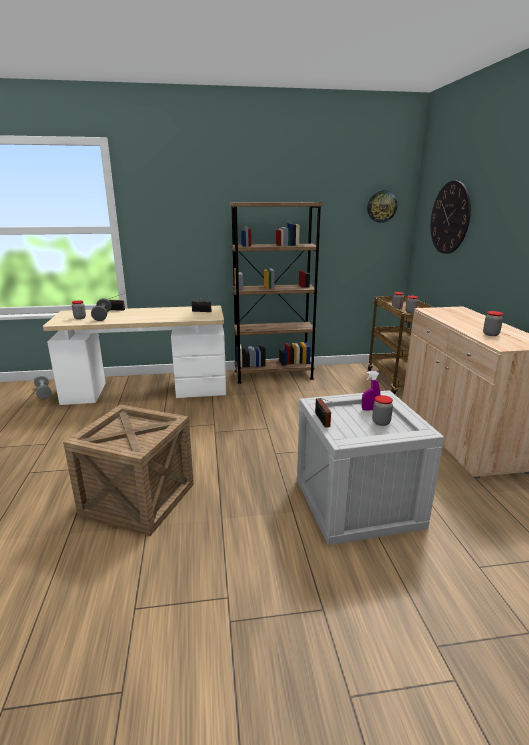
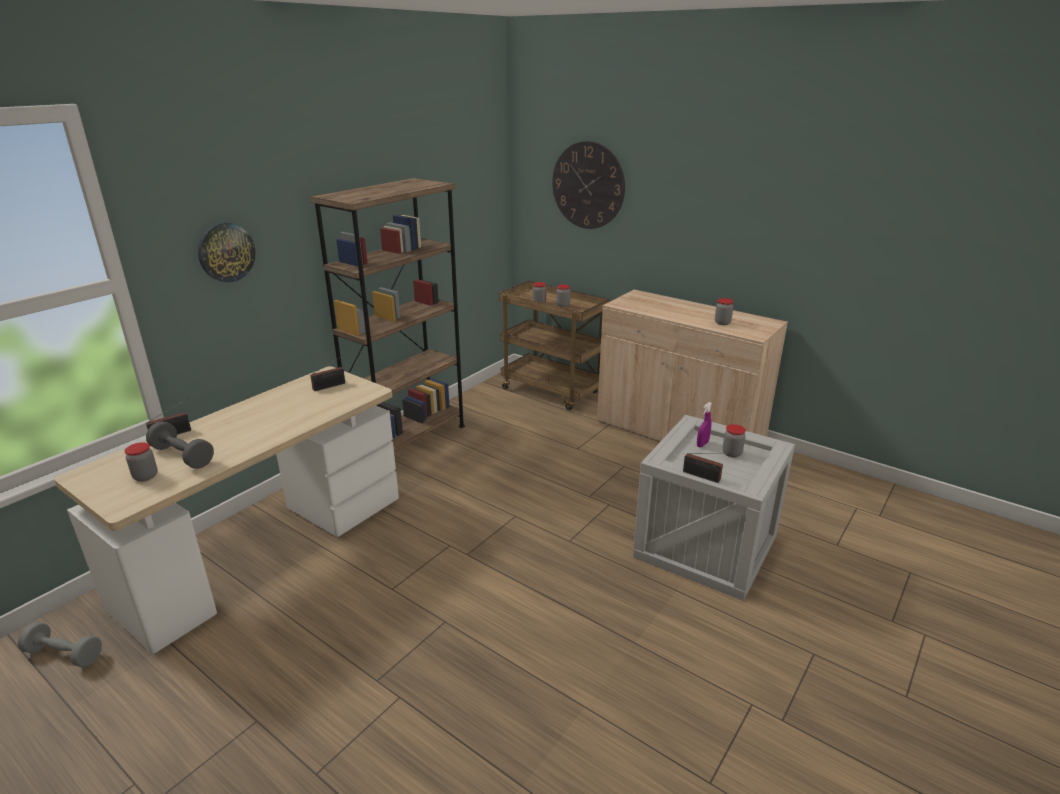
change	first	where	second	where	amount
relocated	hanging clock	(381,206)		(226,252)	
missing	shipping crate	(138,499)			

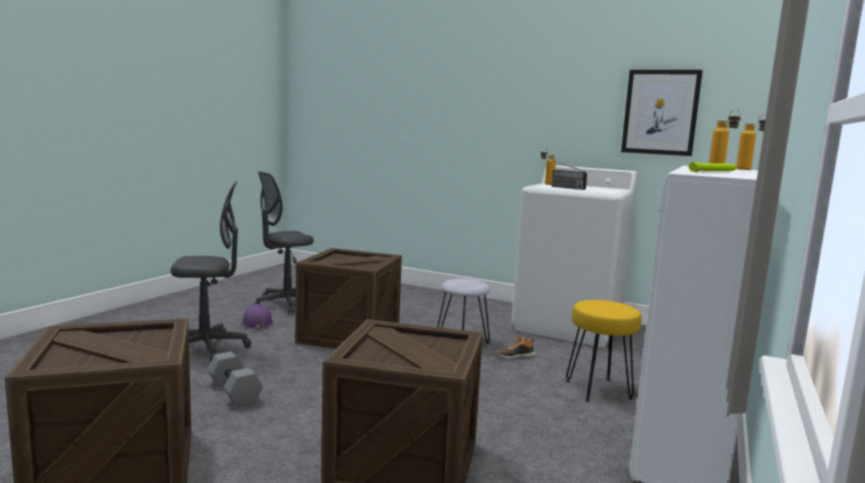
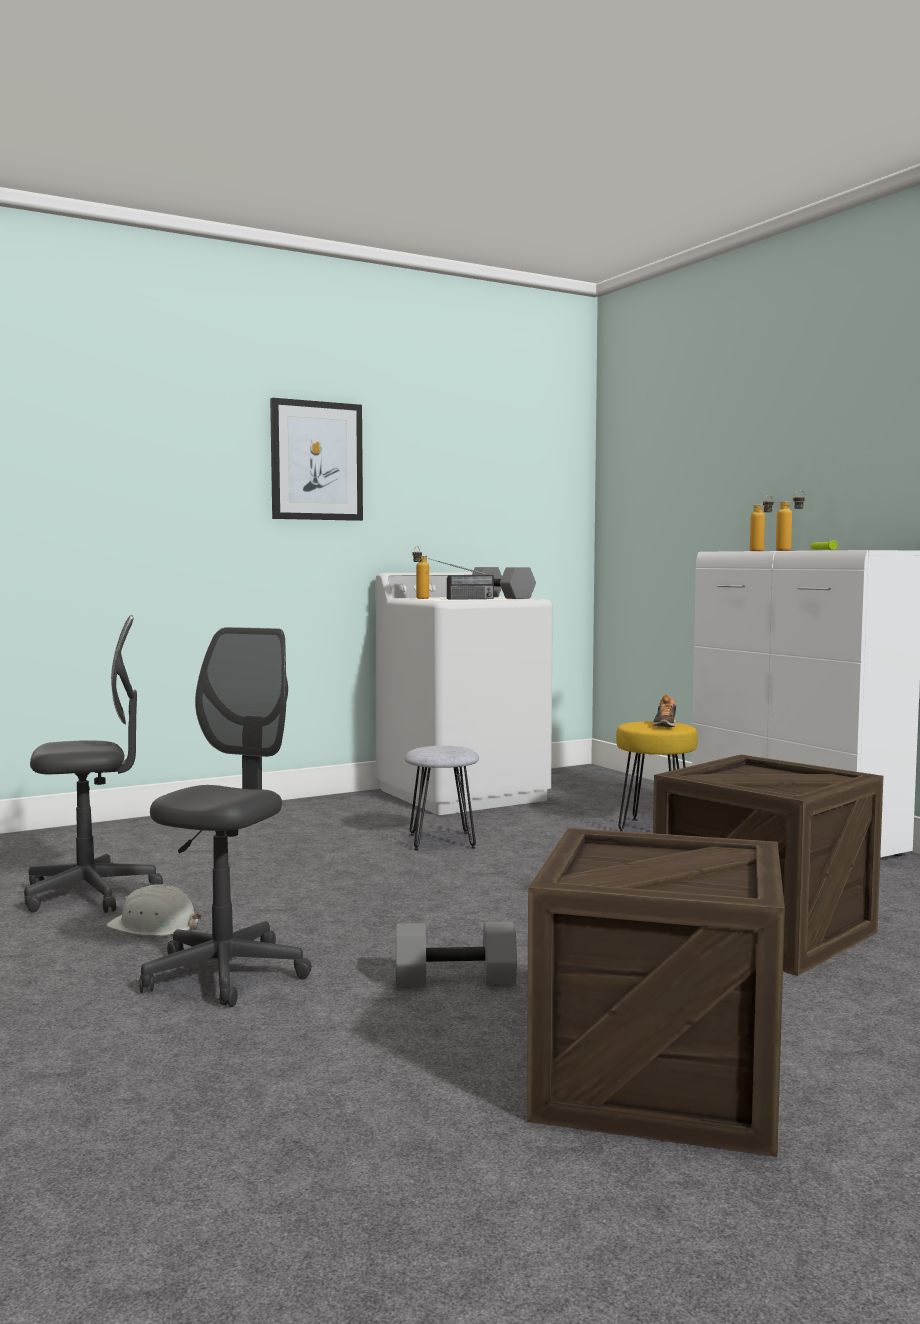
change	first	where	second	where	amount
relocated	picture	(660,112)		(316,461)	
spun	grey computer chair	(286,304)		(90,894)	105 degrees counterclockwise
missing	shipping crate	(349,335)			
colour	purple safety helmet	(257,323)	white-coloured safety helmet	(154,926)	
relocated	low shoe	(515,356)		(665,725)	
appeared			grey dumbbell	(500,597)	

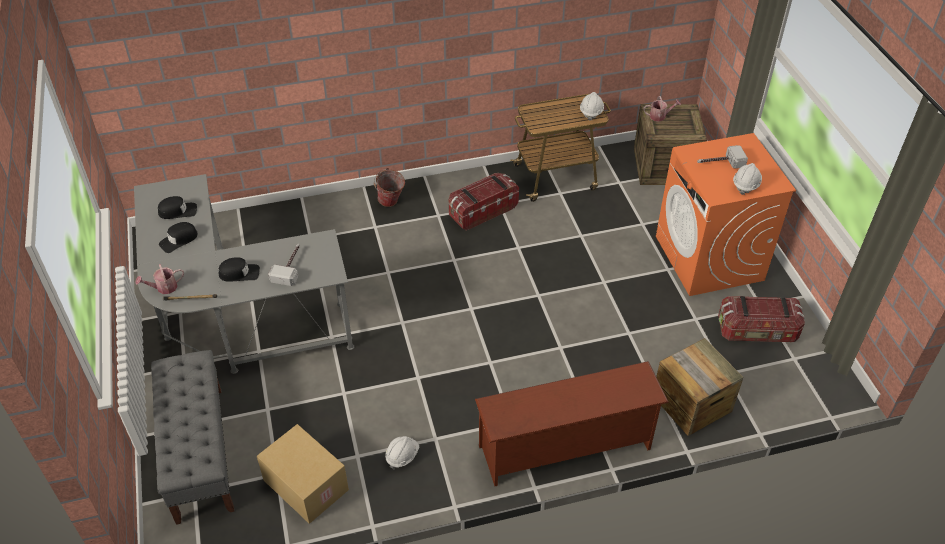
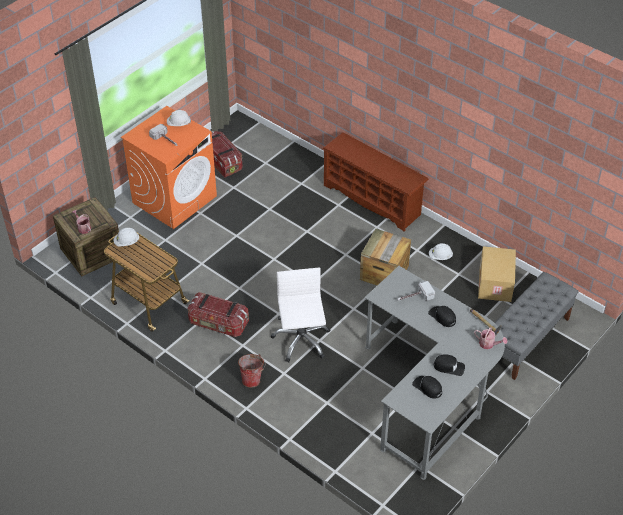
change	first	where	second	where	amount
relocated	shipping crate	(691,403)		(384,272)	
appeared			white-coloured computer chair	(301,340)	

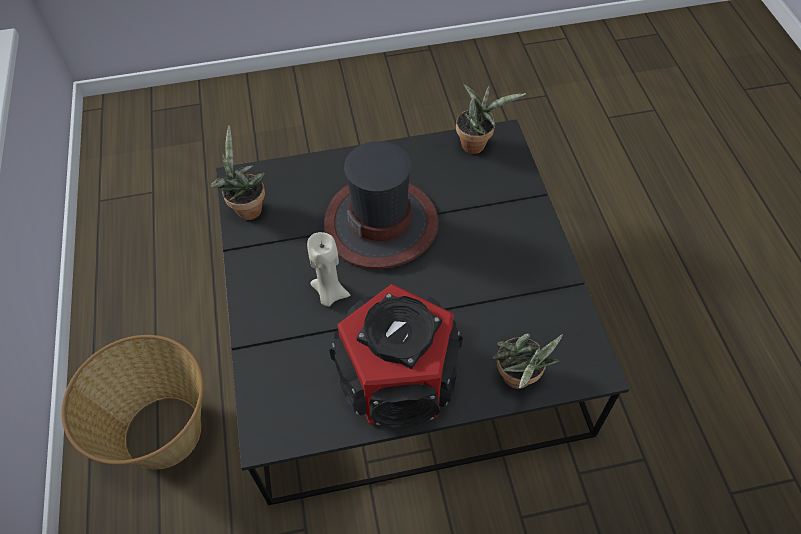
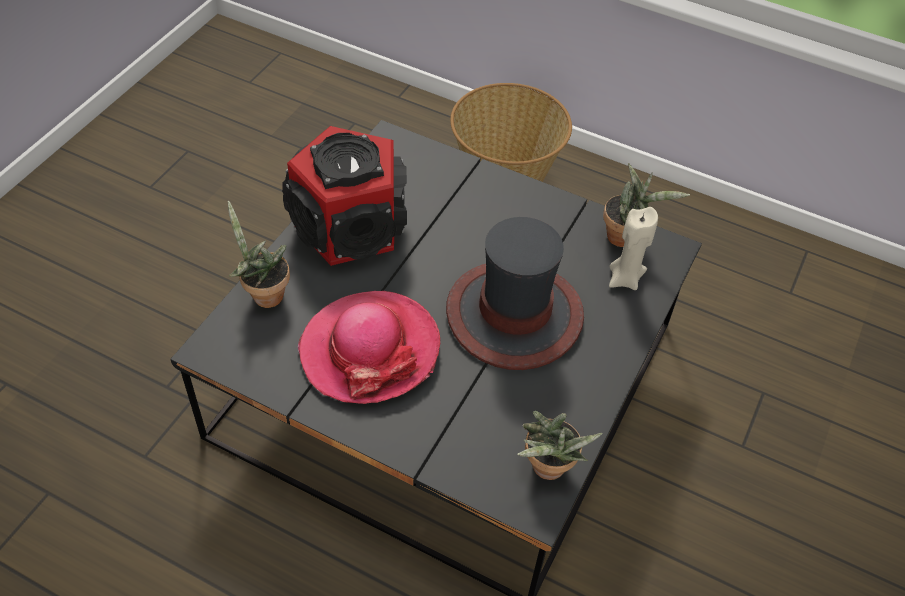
change	first	where	second	where	amount
relocated	beige-coloured candle	(329,294)		(624,279)	
appeared			wearable hat	(370,350)	

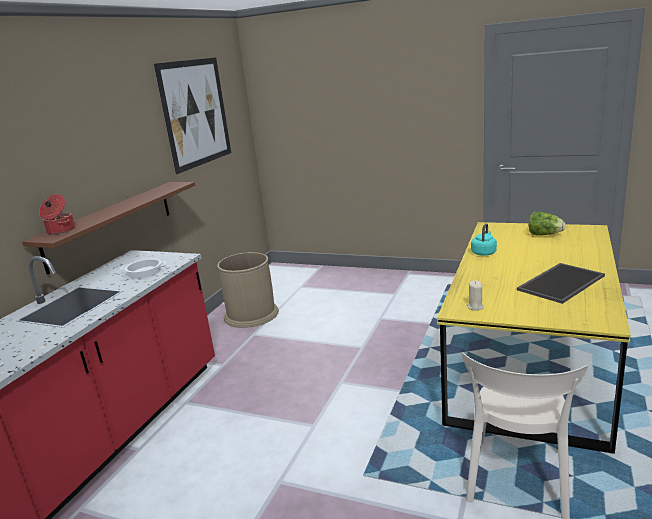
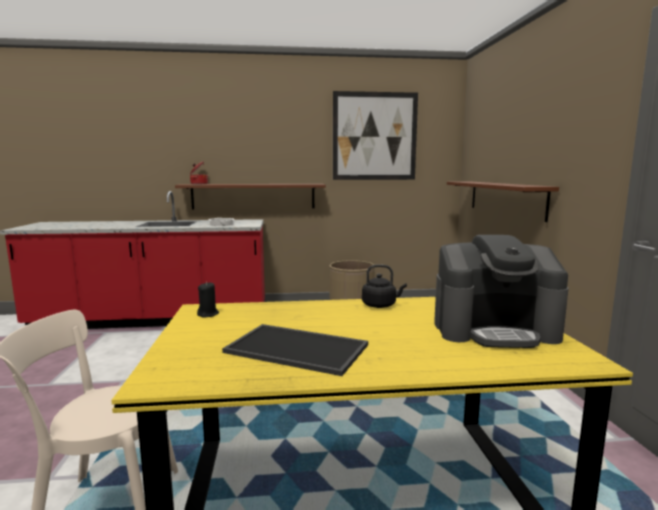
change	first	where	second	where	amount
exchanged	lettuce	(544,235)	coffee brewer	(494,329)	
colour	blue-green tea kettle	(484,252)	black tea kettle	(381,305)	
colour	beige-coloured candle	(475,307)	black candle	(208,314)	
appeared			brownish shelf	(505,198)	

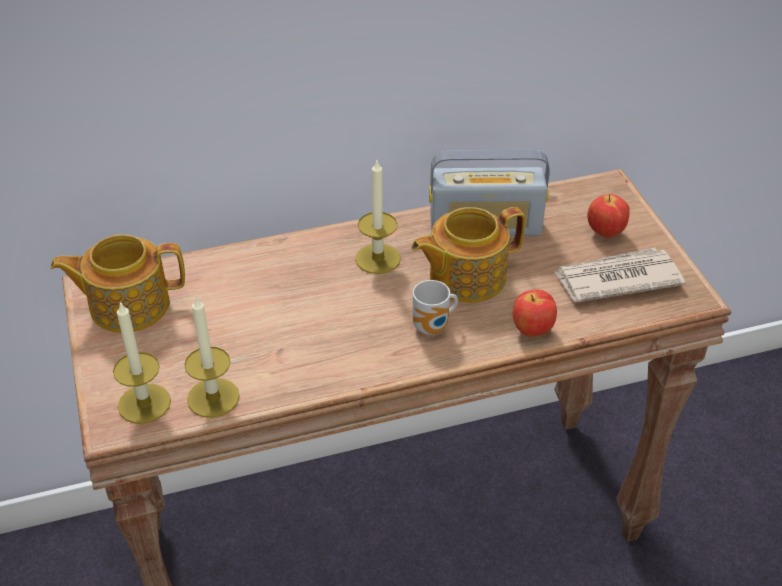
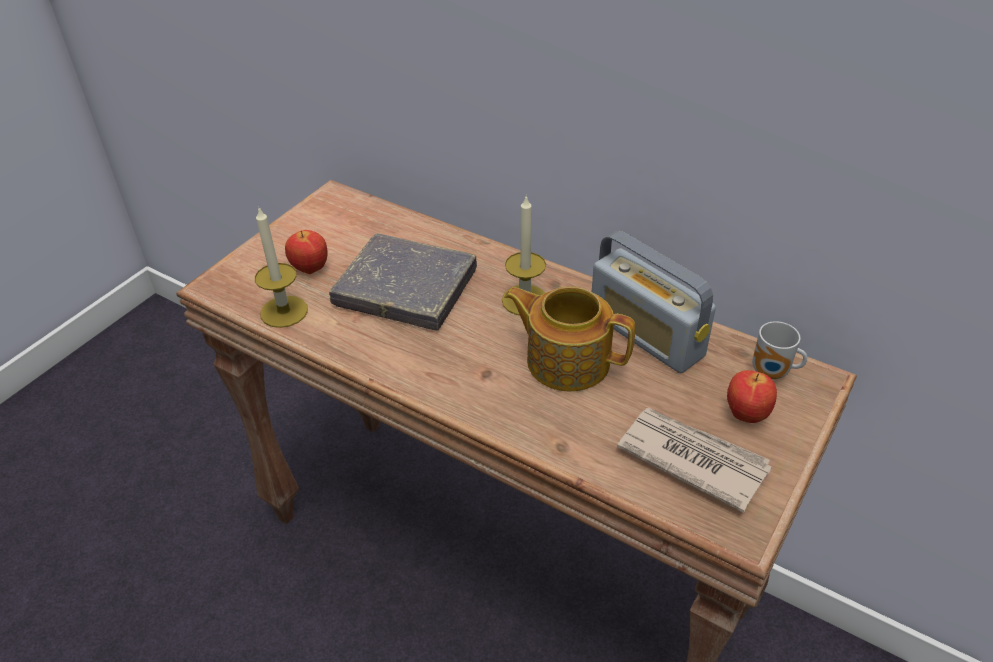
change	first	where	second	where	amount
missing	pot for tea	(127,305)			
relocated	coffee mug	(433,328)		(771,374)	
relocated	whole apple	(532,331)		(309,269)	
missing	candle	(144,403)			
appeared			grey book	(406,288)	

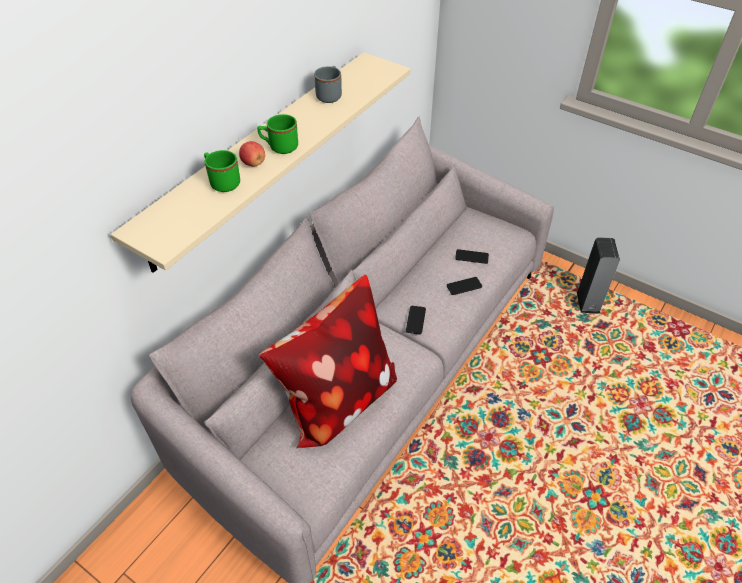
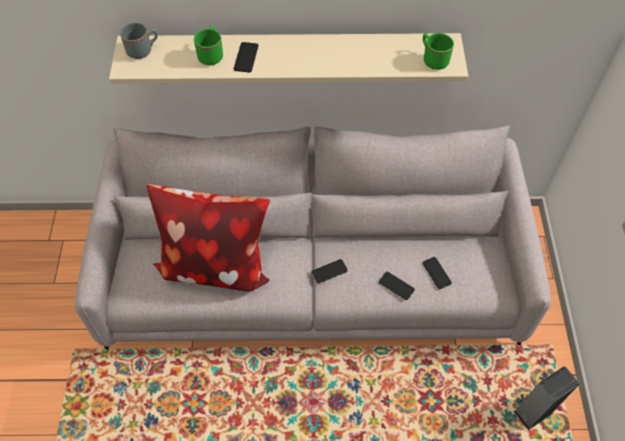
change	first	where	second	where	amount
relocated	grey coffee mug	(330,95)		(143,50)	
relocated	green coffee mug	(279,147)		(433,59)	
exchanged	whole apple	(253,163)	handset	(246,57)	

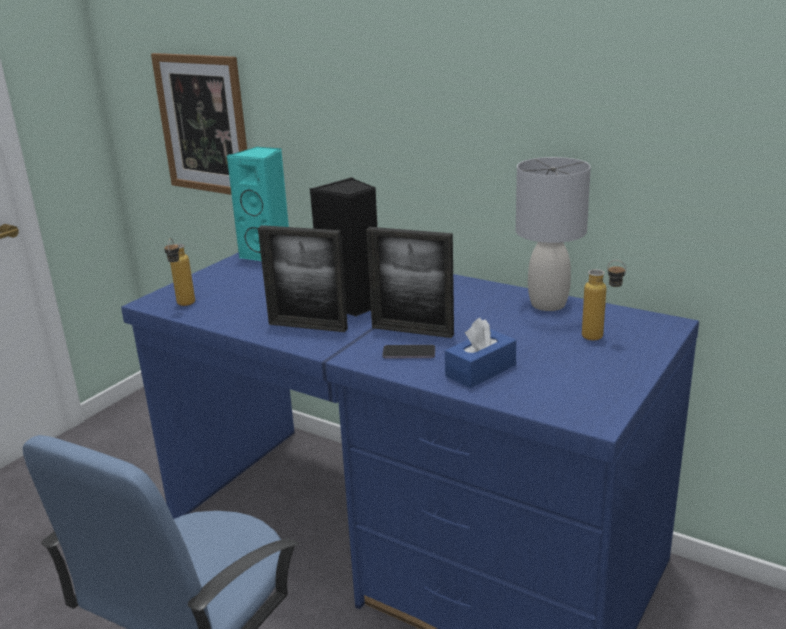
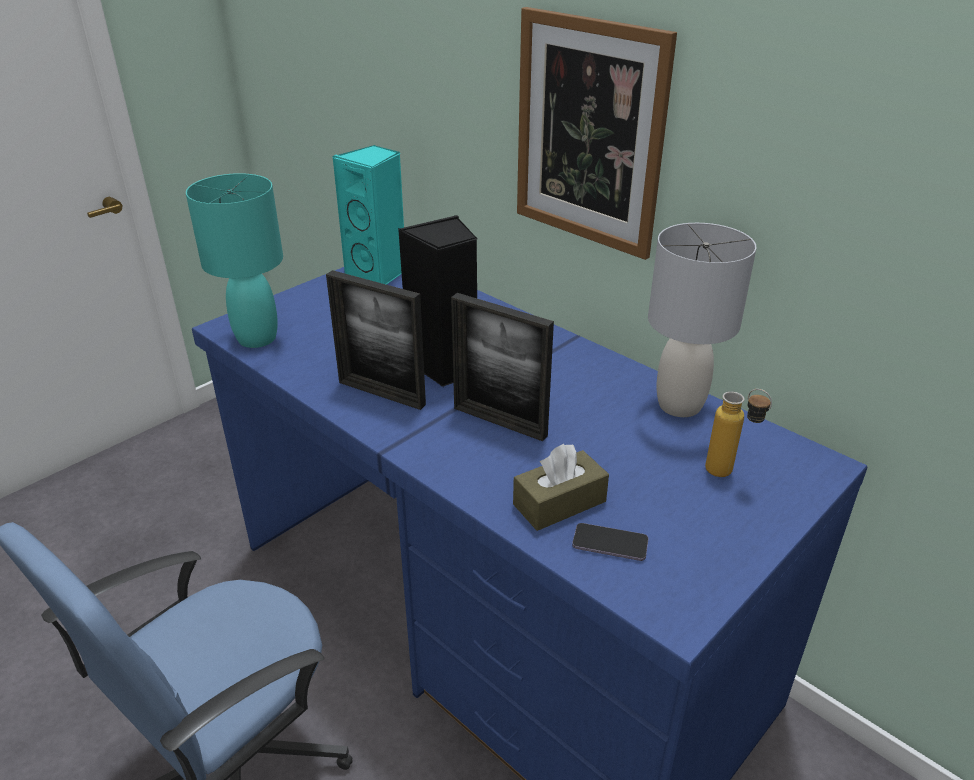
change	first	where	second	where	amount
relocated	picture	(203,124)		(589,133)	
exchanged	drink bottle	(184,306)	blue-green tabletop lamp	(258,338)	
colour	bluish tissue box	(480,370)	brownish tissue box	(559,503)	
relocated	handset	(409,353)		(610,544)	

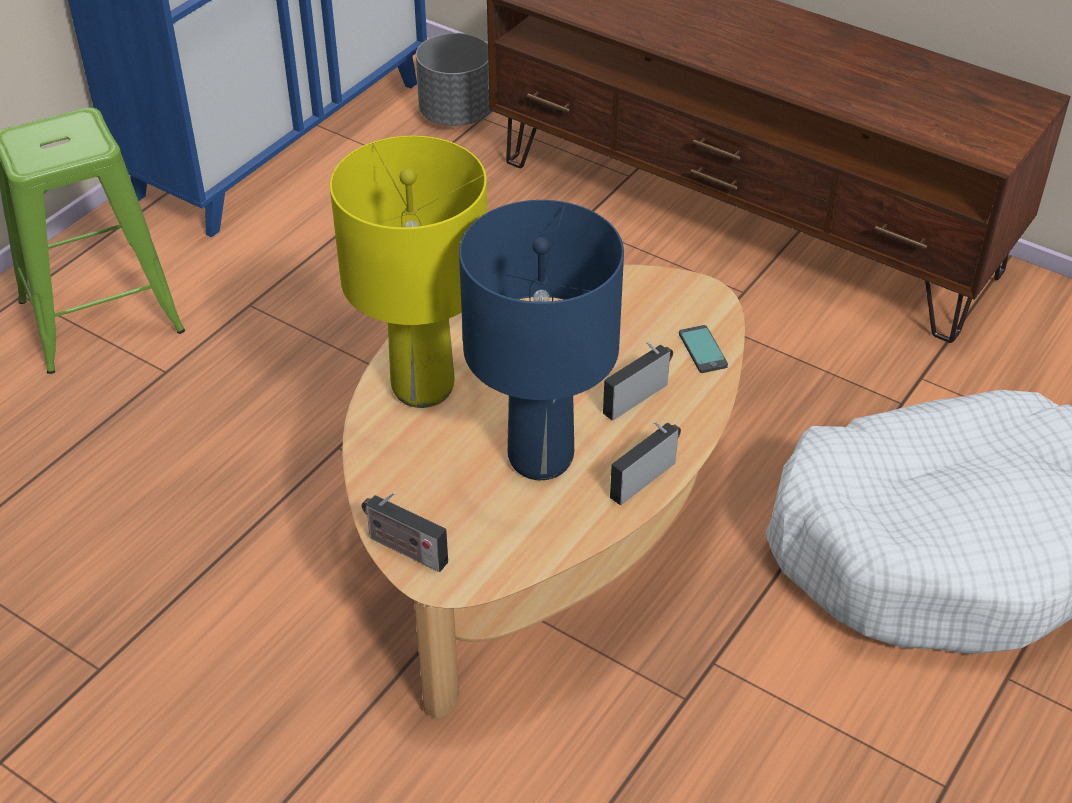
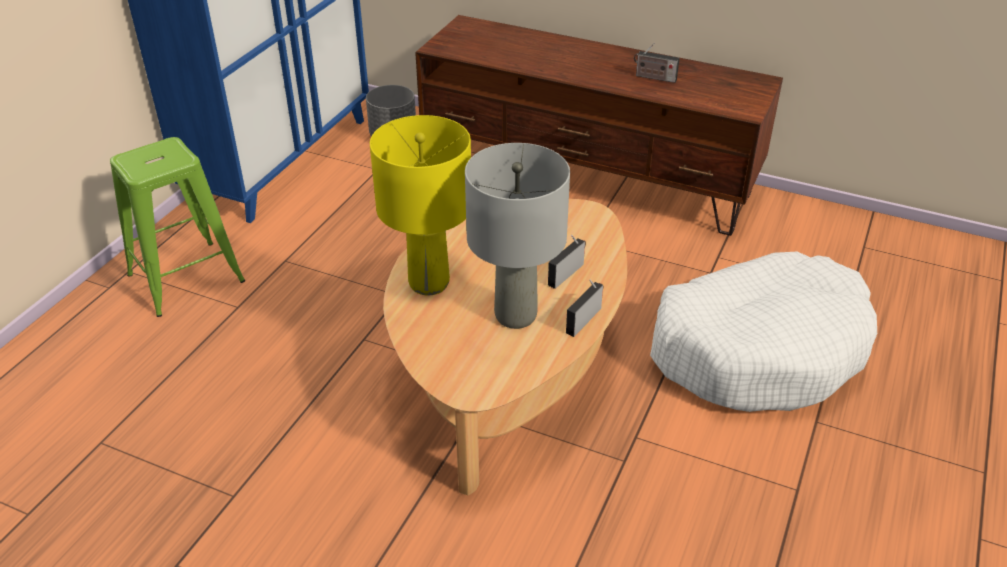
change	first	where	second	where	amount
colour	bluish tabletop lamp	(542,457)	grey tabletop lamp	(516,315)	
missing	handset	(703,350)			
relocated	radio receiver	(404,549)		(654,77)	

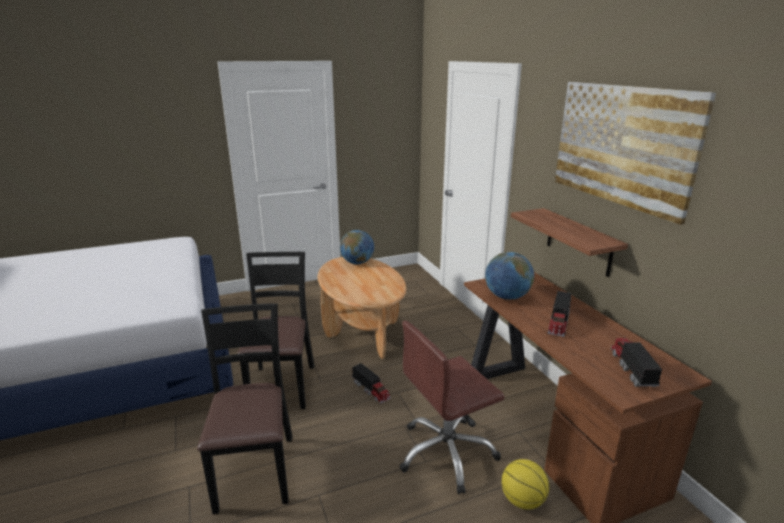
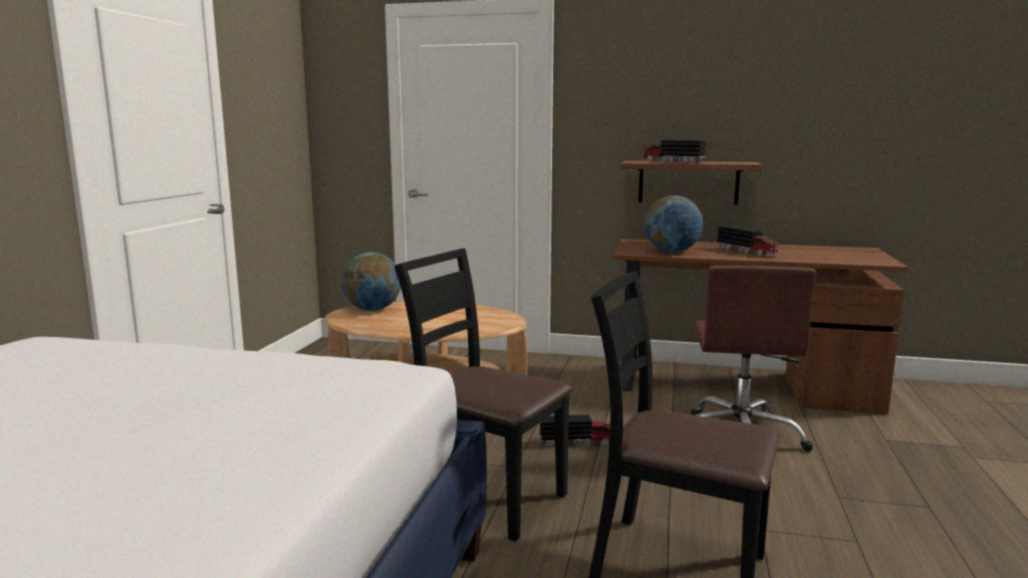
change	first	where	second	where	amount
missing	picture	(622,145)			
relocated	model truck	(632,368)		(672,162)	
missing	basketball ball	(522,500)			

